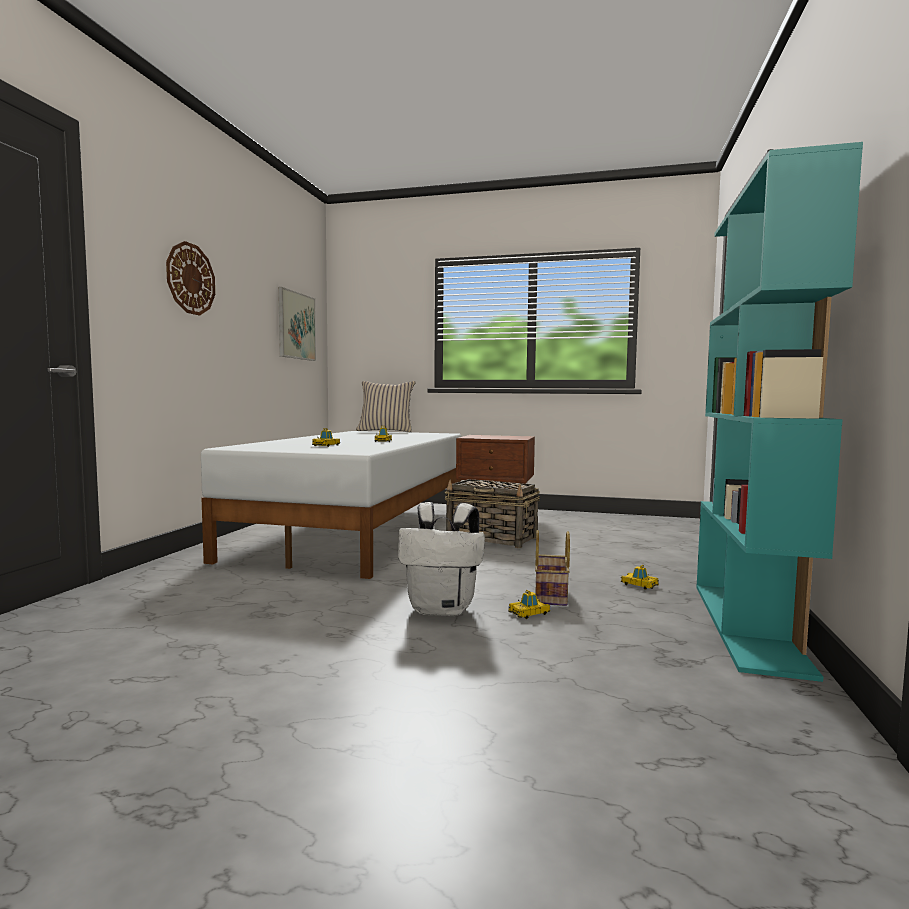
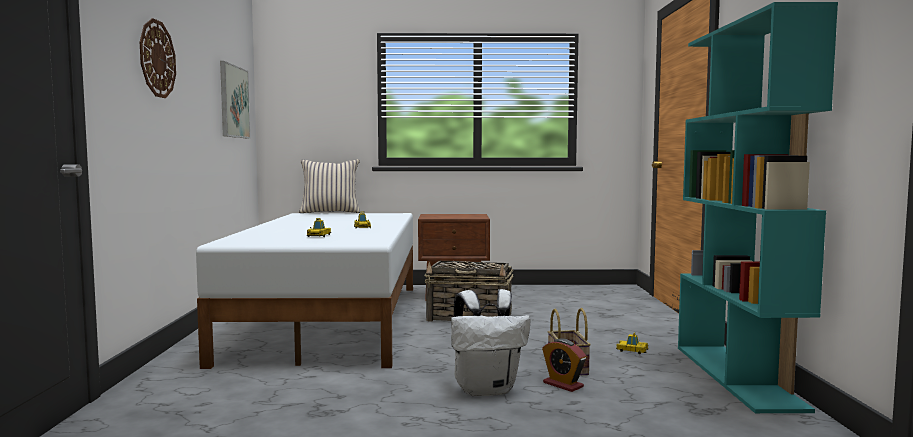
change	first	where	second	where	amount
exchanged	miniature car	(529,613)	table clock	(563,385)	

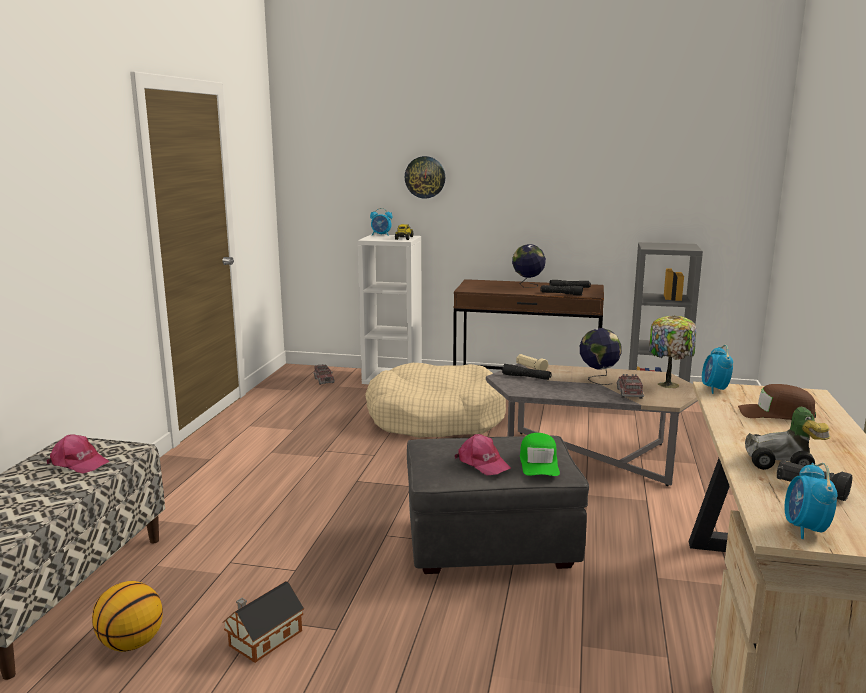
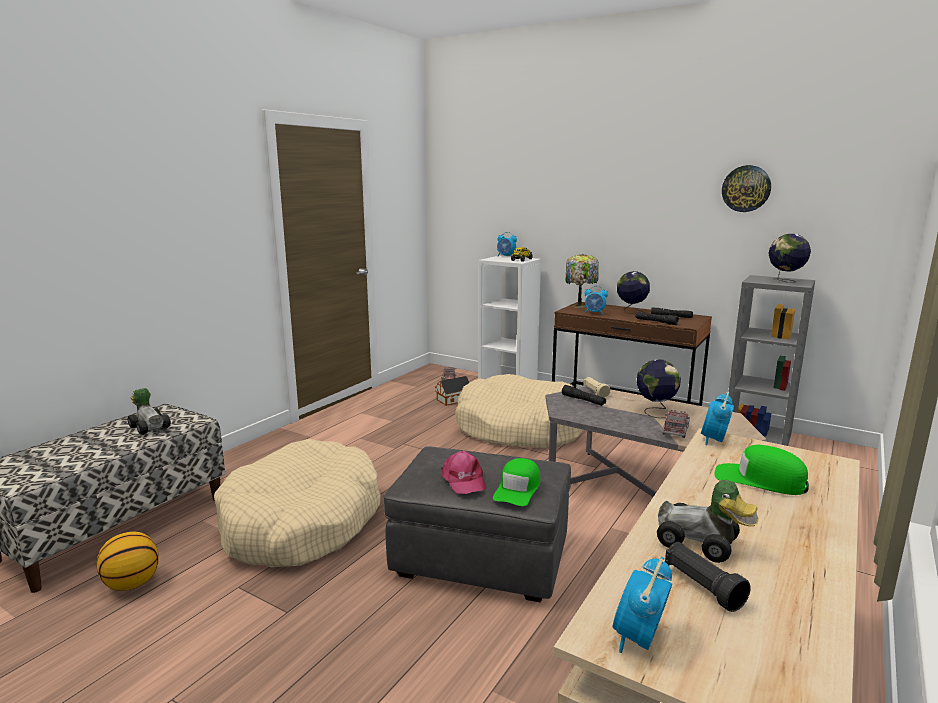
change	first	where	second	where	amount
relocated	hanging clock	(425,177)		(746,188)	
relocated	tabletop lamp	(669,384)		(580,306)	
colour	brownish peaked cap	(776,413)	green peaked cap	(759,480)	
exchanged	pink peaked cap	(79,463)	miniature car	(150,426)	
relocated	miniature house	(263,639)		(452,400)	
appeared			world globe	(785,281)	
appeared			table clock	(594,313)	
appeared			beige-coloured dog bed	(301,522)	

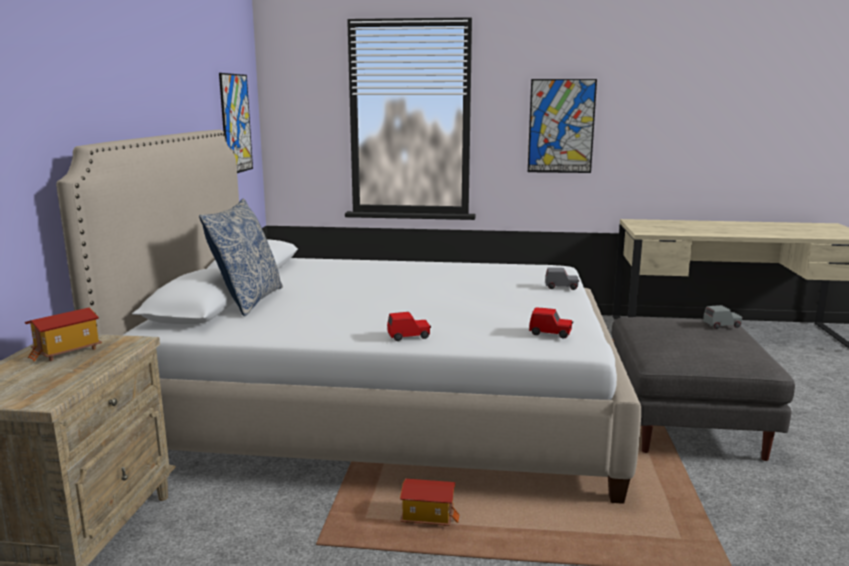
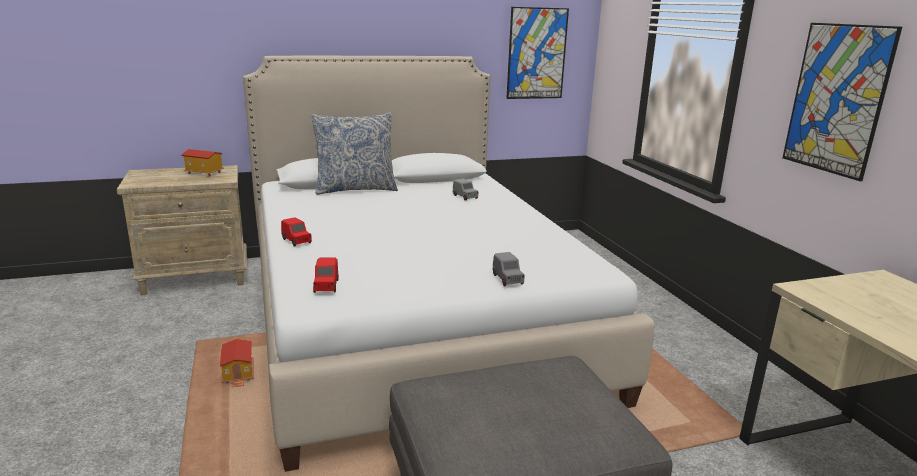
change	first	where	second	where	amount
relocated	grey miniature car	(722,325)		(465,197)	

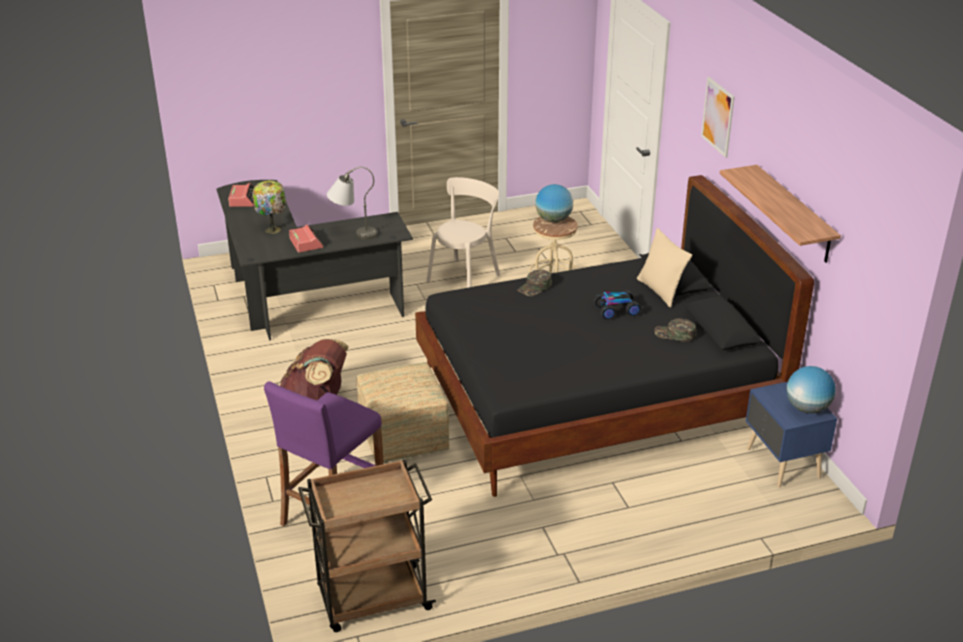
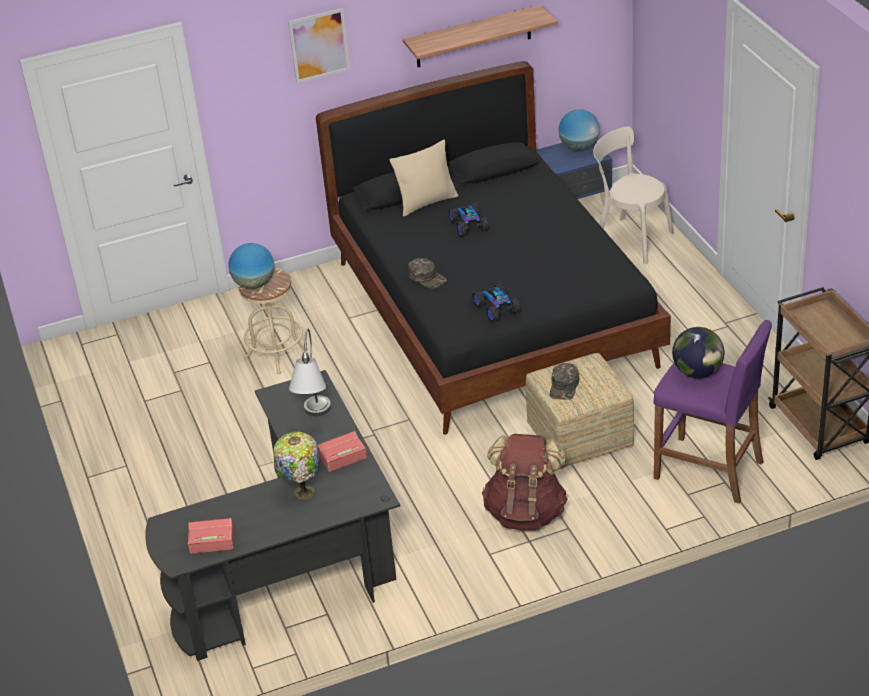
change	first	where	second	where	amount
relocated	beige-coloured chair	(465,276)		(629,239)	
relocated	green peaked cap	(675,334)		(564,386)	
appeared			miniature car	(497,308)	
appeared			world globe	(698,372)	

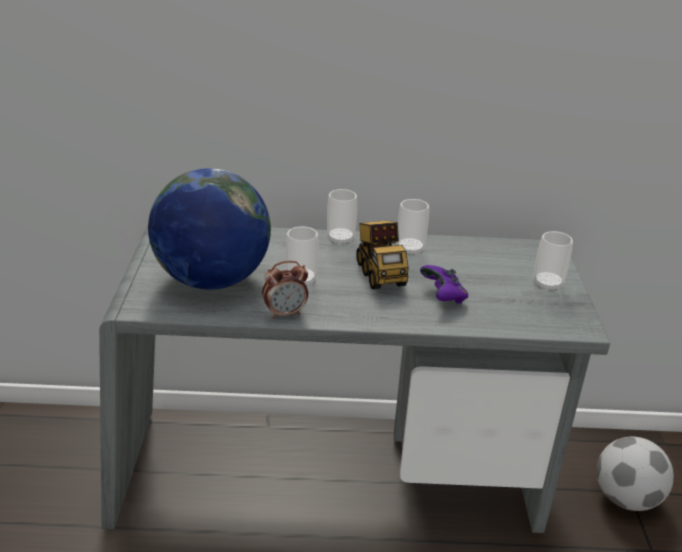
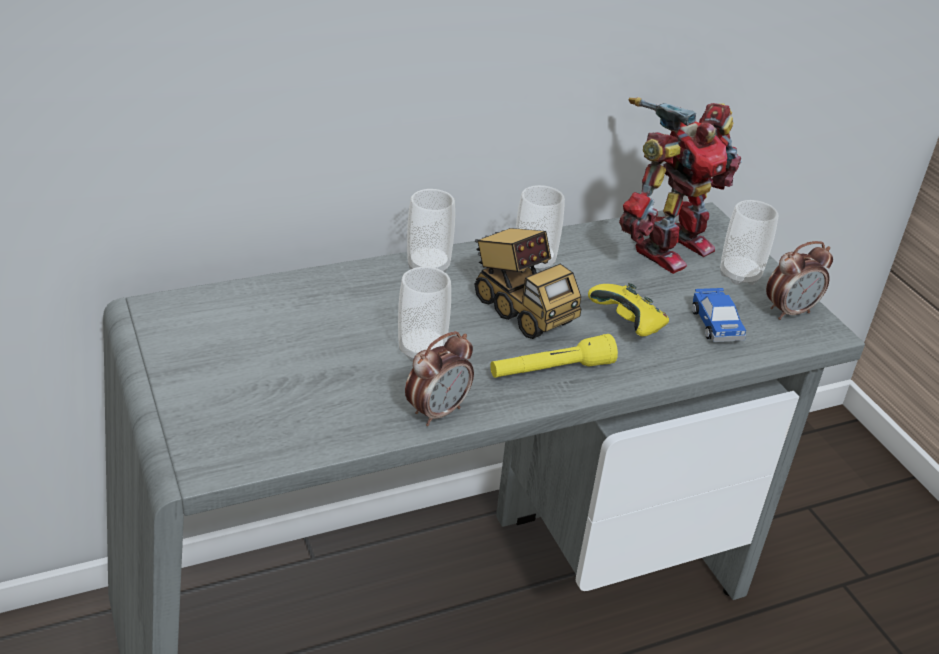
change	first	where	second	where	amount
missing	world globe	(212,280)			
colour	purple joypad	(443,296)	yellow-coloured joypad	(628,326)	
missing	football ball	(626,498)			
appeared			toy robot	(668,247)	
appeared			table clock	(789,311)	
appeared			miniature car	(716,324)	
appeared			yellow-coloured torch	(551,370)	

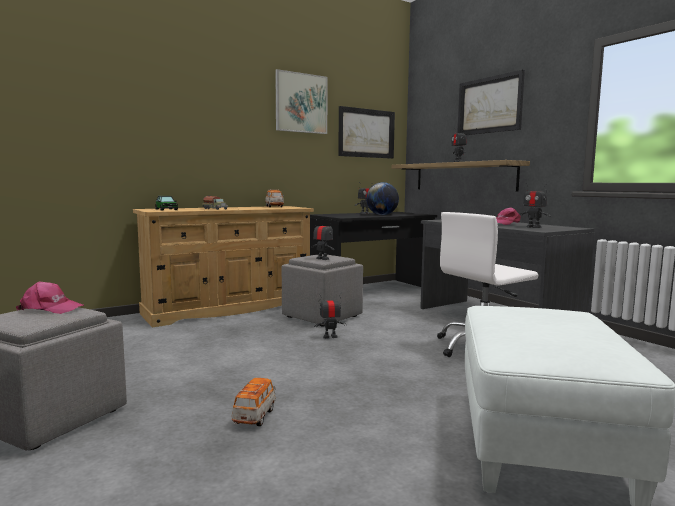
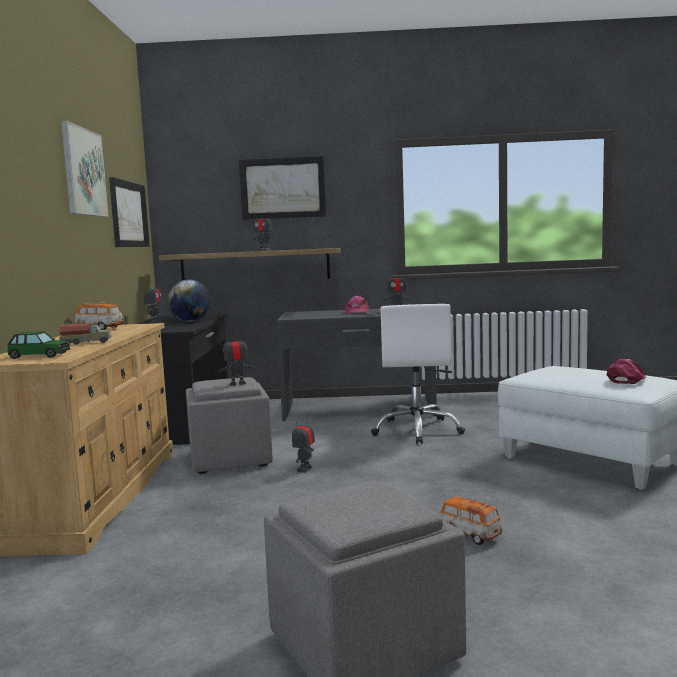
change	first	where	second	where	amount
relocated	pink peaked cap	(50,308)		(627,380)	

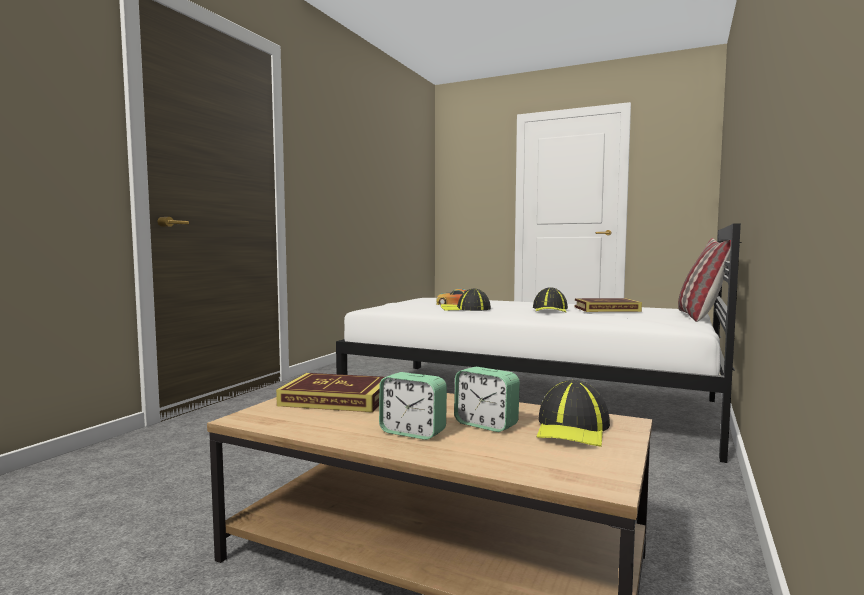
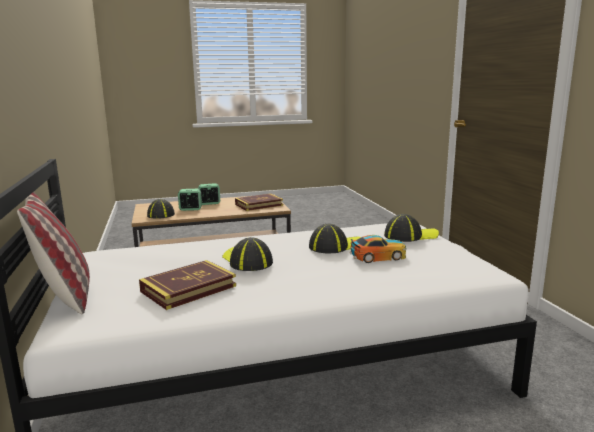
change	first	where	second	where	amount
appeared			peaked cap	(410,236)	

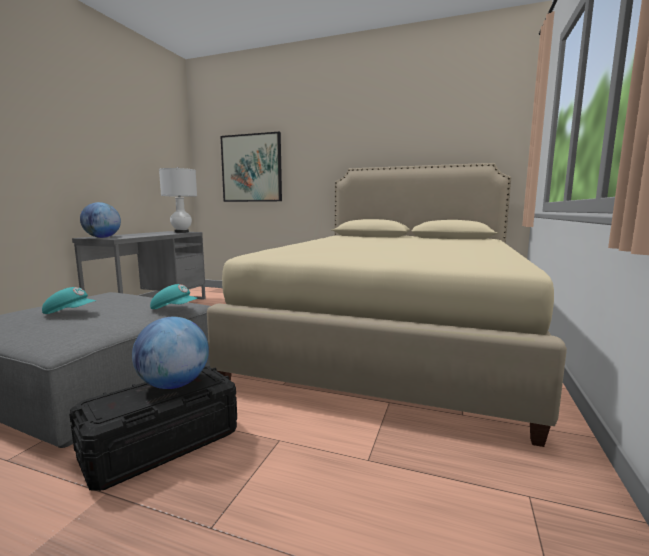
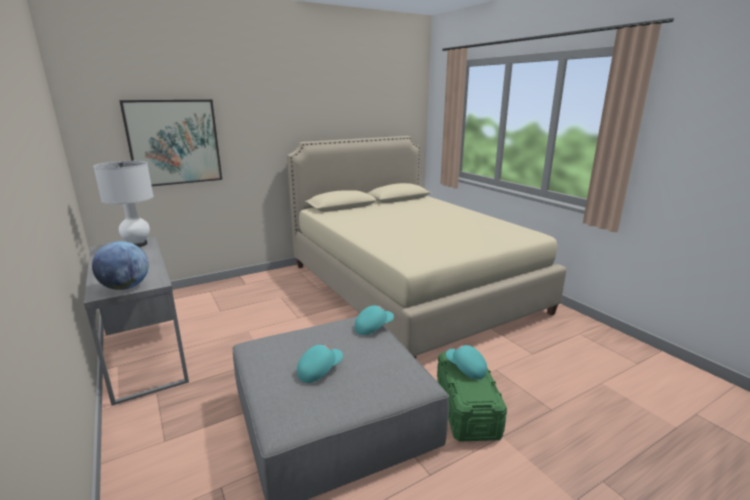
change	first	where	second	where	amount
exchanged	world globe	(174,385)	blue-green peaked cap	(465,369)	
colour	black storage box	(162,445)	green storage box	(467,408)	

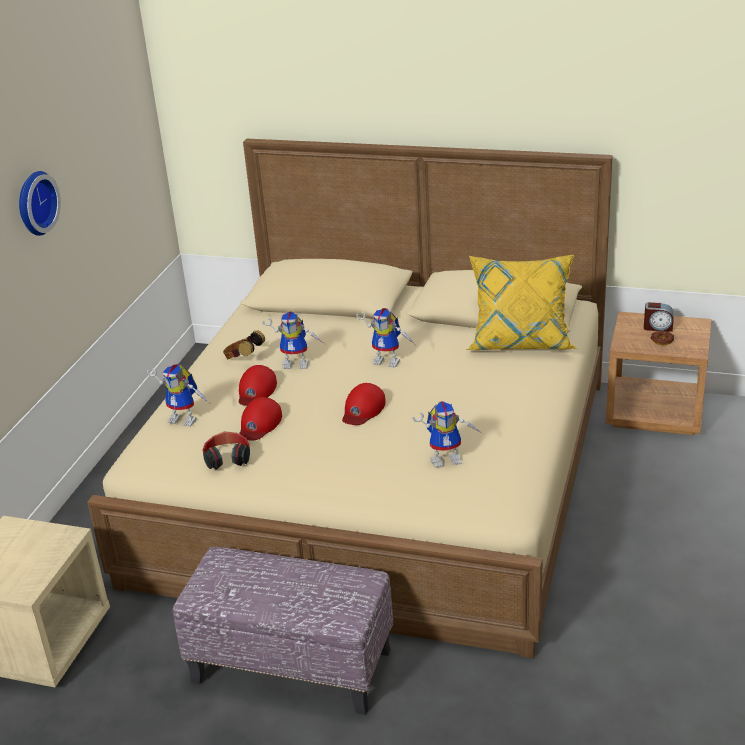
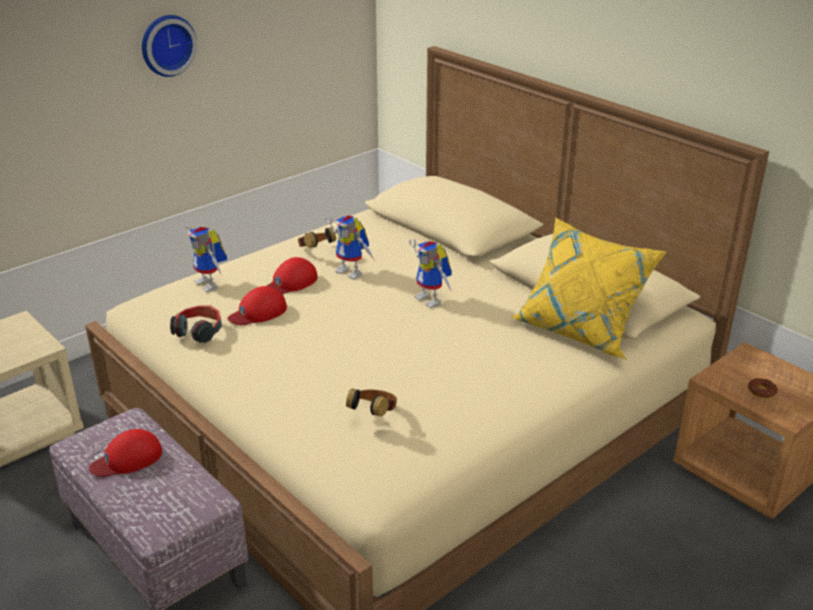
change	first	where	second	where	amount
missing	table clock	(658,327)			
relocated	red-coloured peaked cap	(363,409)		(127,459)	
exchanged	toy robot	(448,458)	headphones	(374,415)	

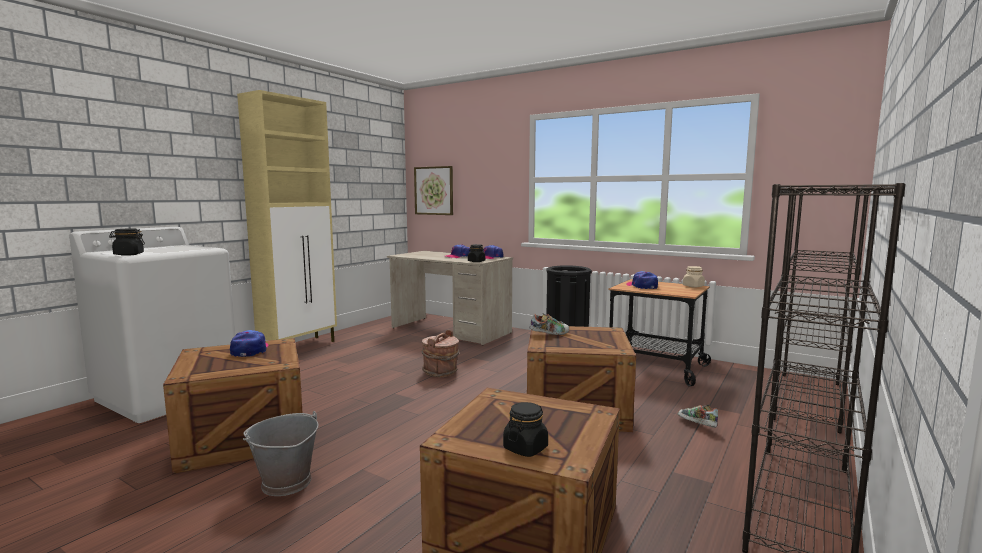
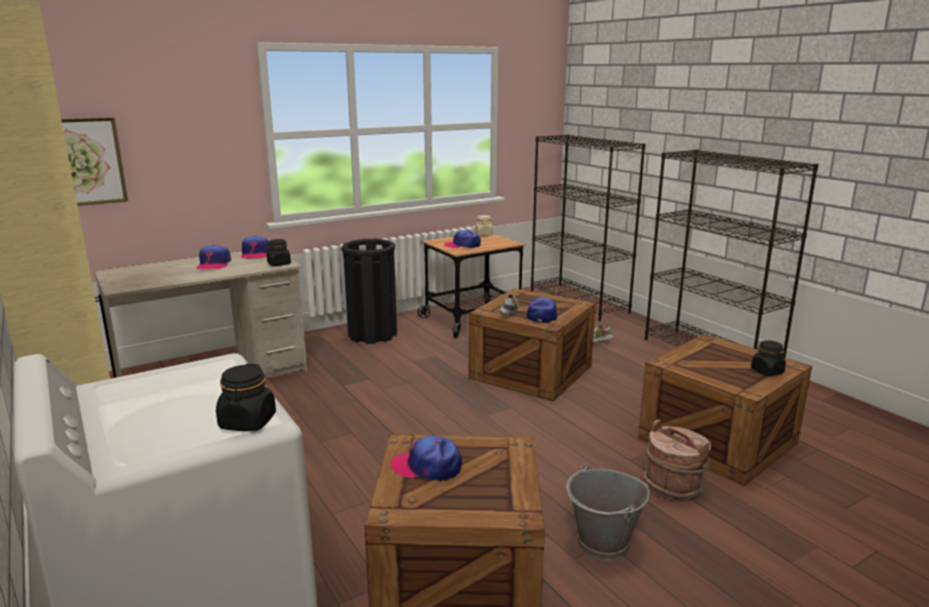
change	first	where	second	where	amount
relocated	brownish bucket	(440,372)		(673,486)	
appeared			peaked cap	(542,315)	

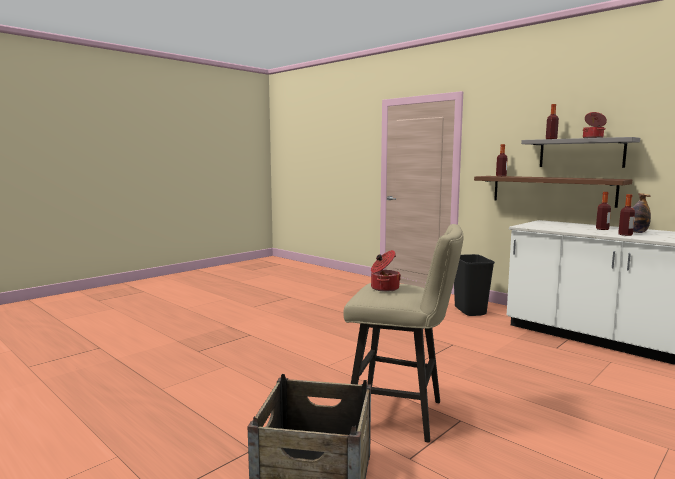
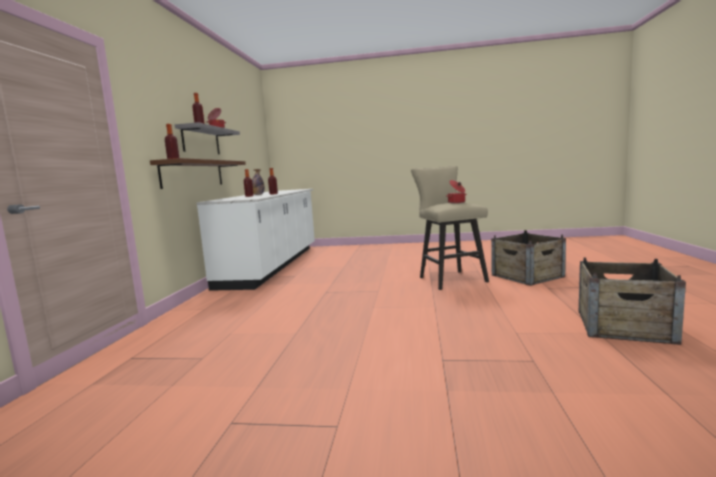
change	first	where	second	where	amount
missing	black trash can	(470,311)			
appeared			shipping crate	(624,326)	

